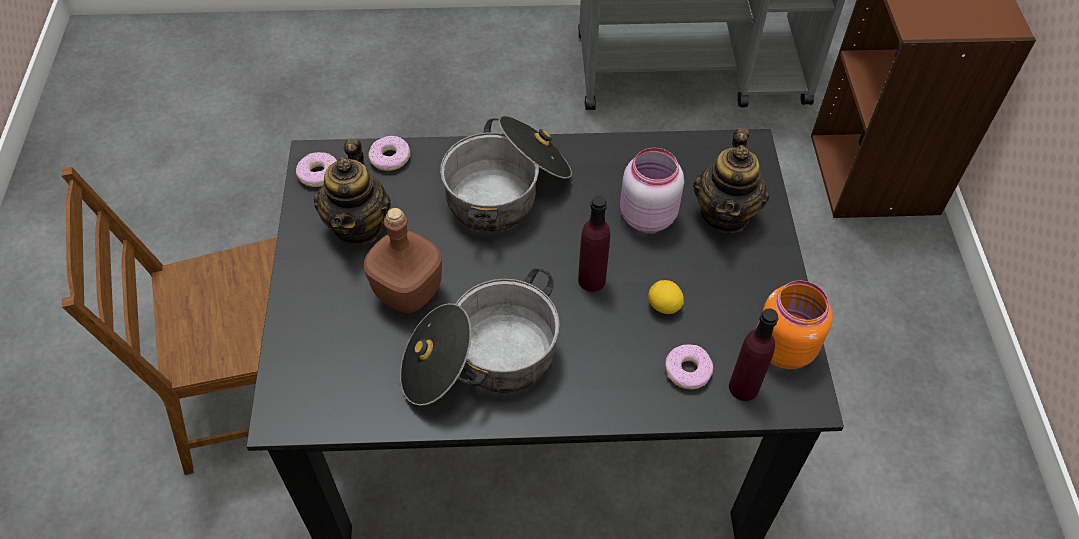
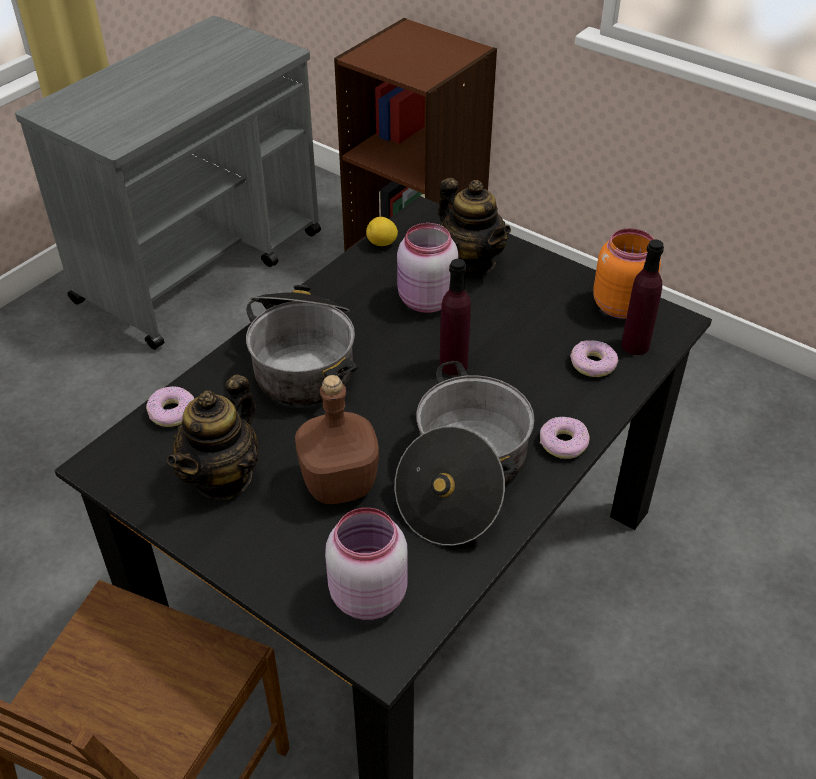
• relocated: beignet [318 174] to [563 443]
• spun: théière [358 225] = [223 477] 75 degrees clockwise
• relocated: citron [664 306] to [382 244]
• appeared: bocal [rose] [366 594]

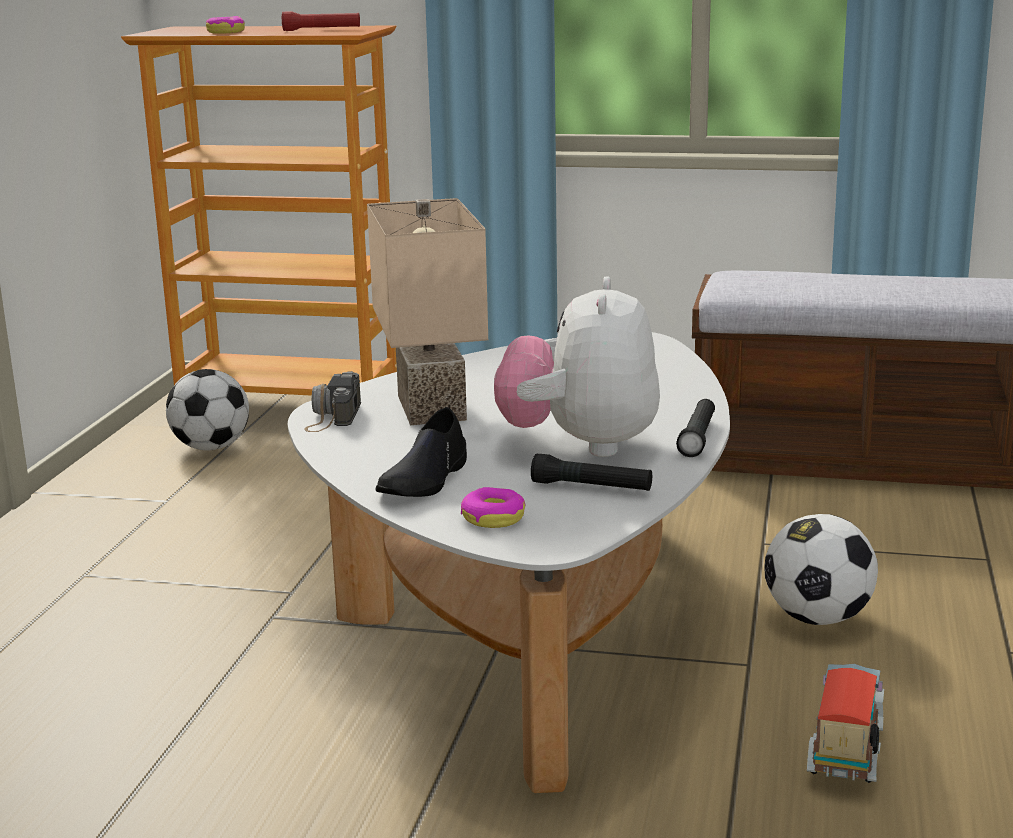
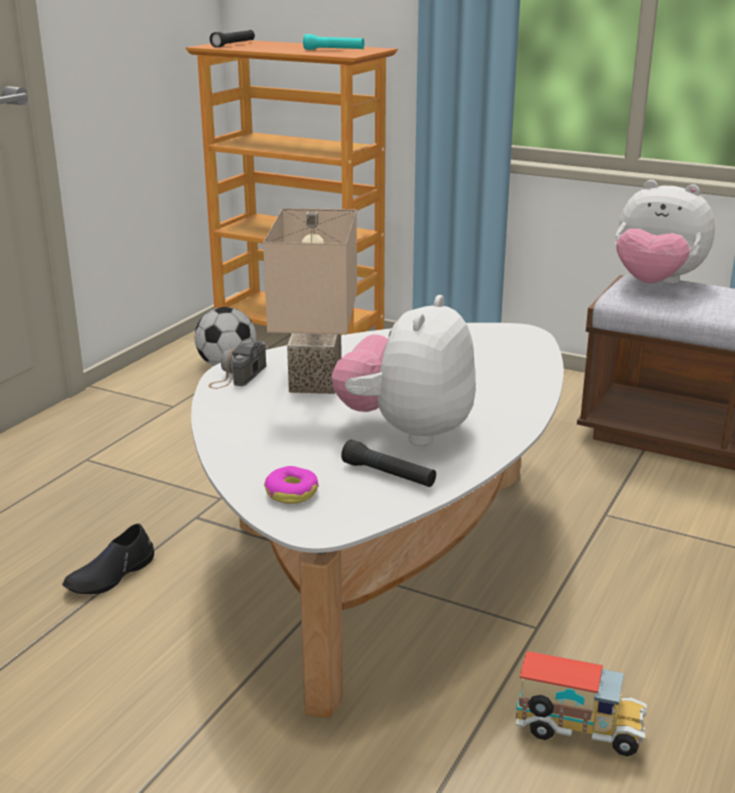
• missing: beignet [226 32]
• colour: lampe de poche [rouge] [321 30] to lampe de poche [turquoise] [334 50]
• relocated: chaussure [noir] [424 480] to [111 575]
• relocated: lampe de poche [noir] [697 438] to [233 45]
• missing: ballon de foot [818 618]
• spun: camion jouet [847 754] = [578 732] 75 degrees clockwise
• appeared: peluche [655 284]

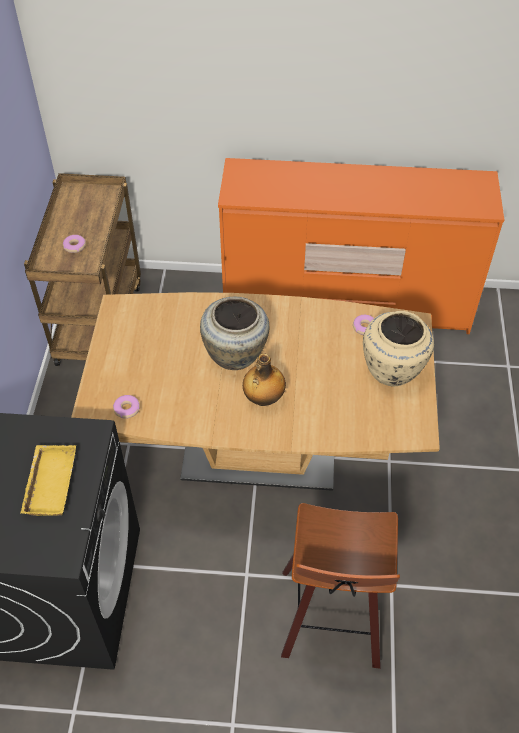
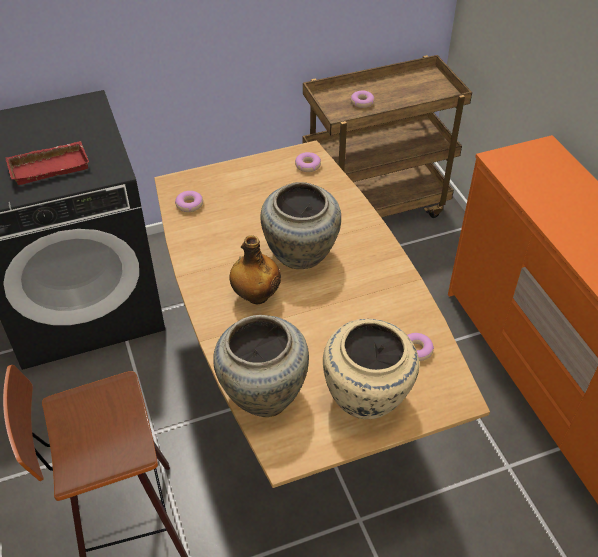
• colour: plateau [jaune] [49 483] to plateau [rouge] [50 166]
• appeared: vase [beige] [262 393]
• appeared: beignet [307 165]

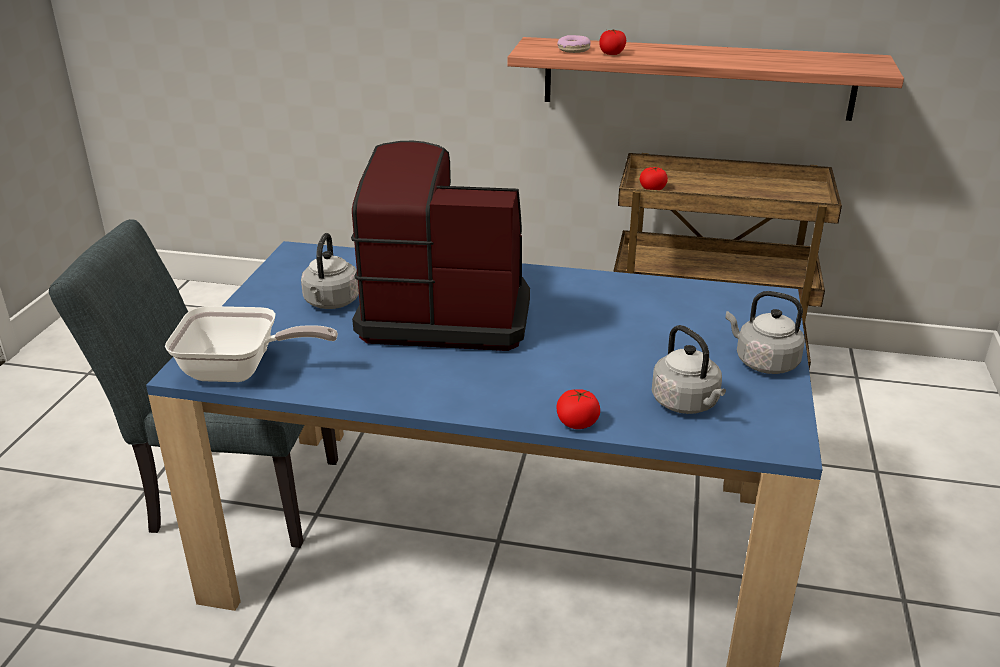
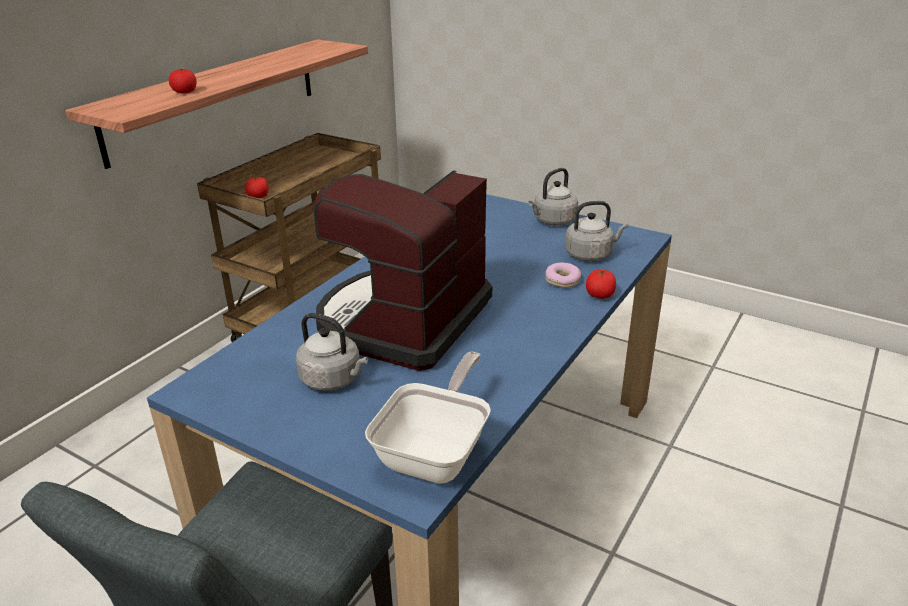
• relocated: beignet [573 50] to [562 281]

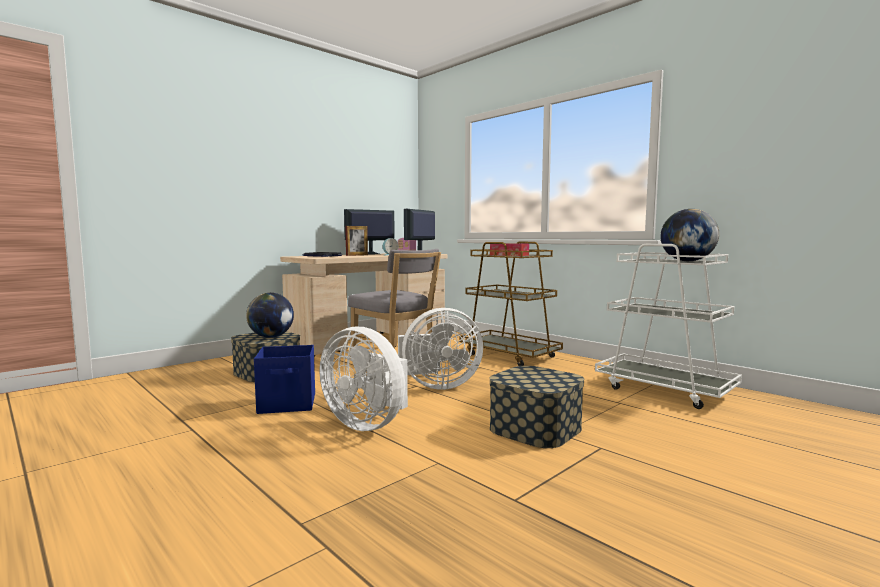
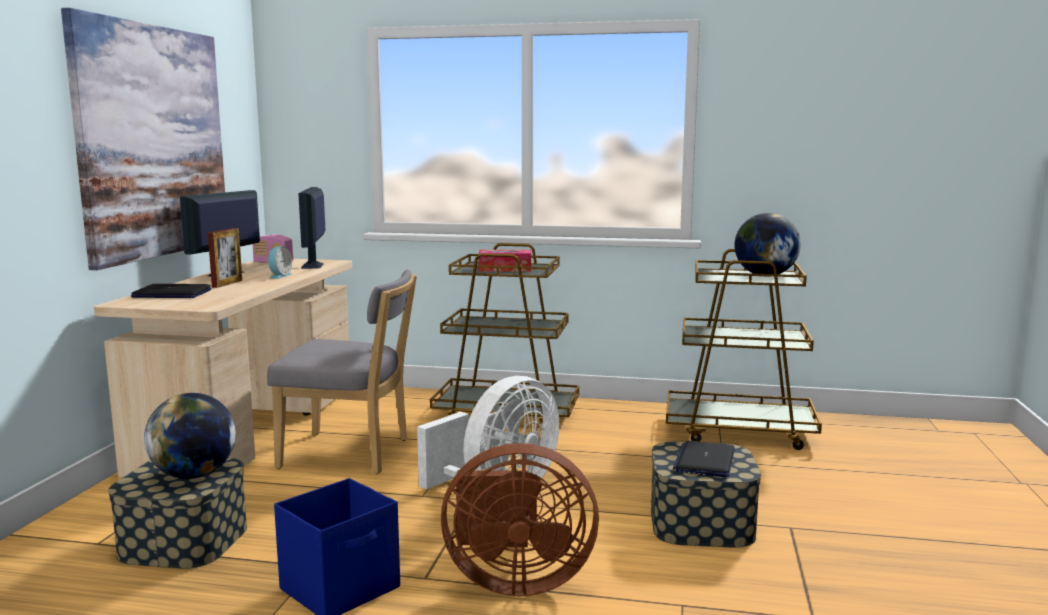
• colour: ventilateur [blanc] [368 423] to ventilateur [marron] [514 580]
• colour: chariot [blanc] [664 390] to chariot [marron] [739 431]
• appeared: tableau [153 142]
• appeared: ordinateur portable [704 460]

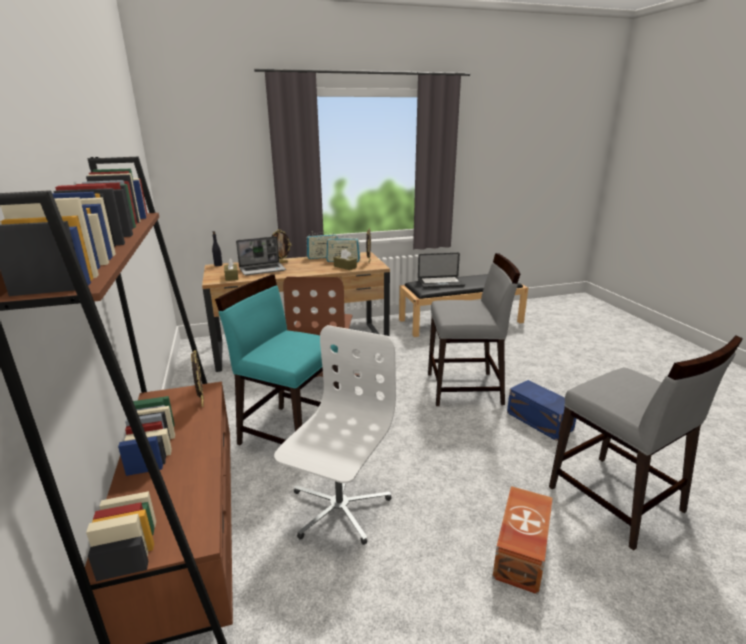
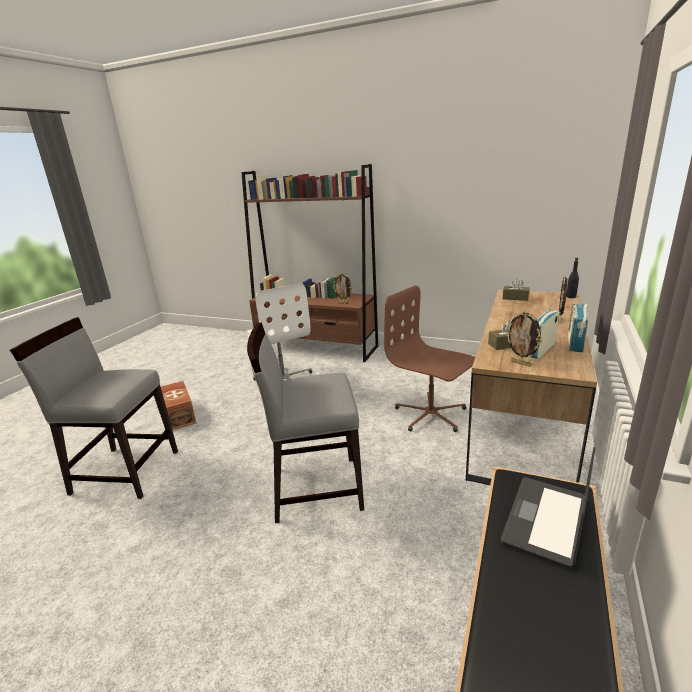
• missing: chaise [turquoise] [290 433]
• missing: ordinateur portable [263 270]
• spun: chaise [gris] [465 389] = [315 487] 45 degrees clockwise
• missing: boîte de rangement [bleu] [539 421]

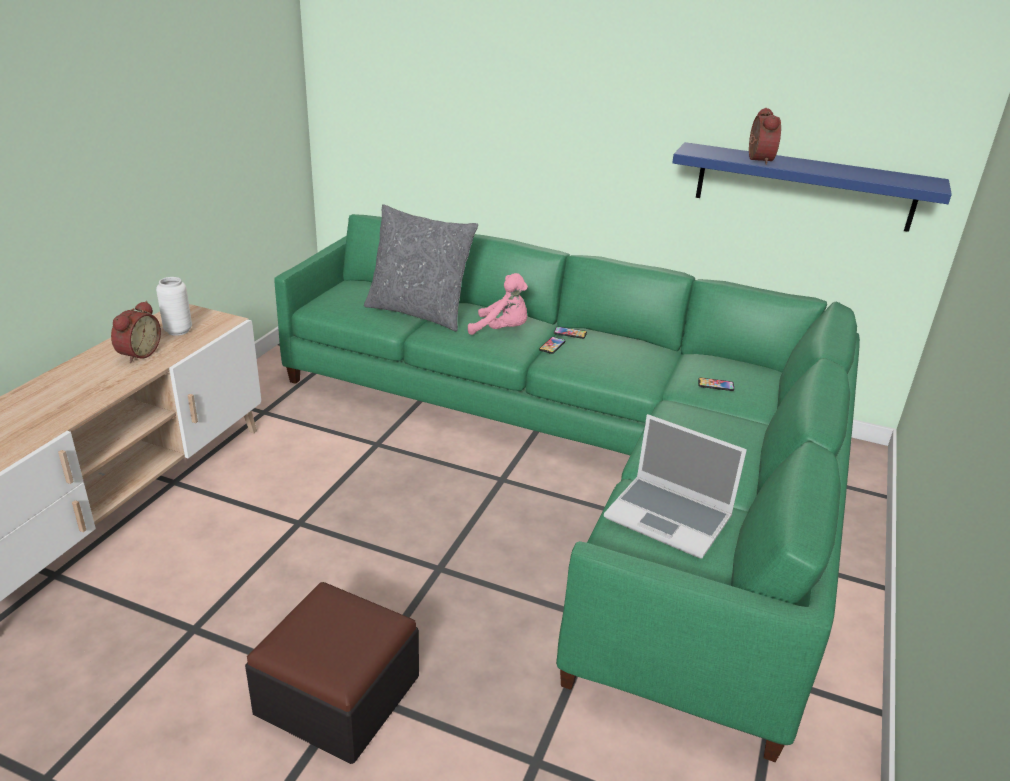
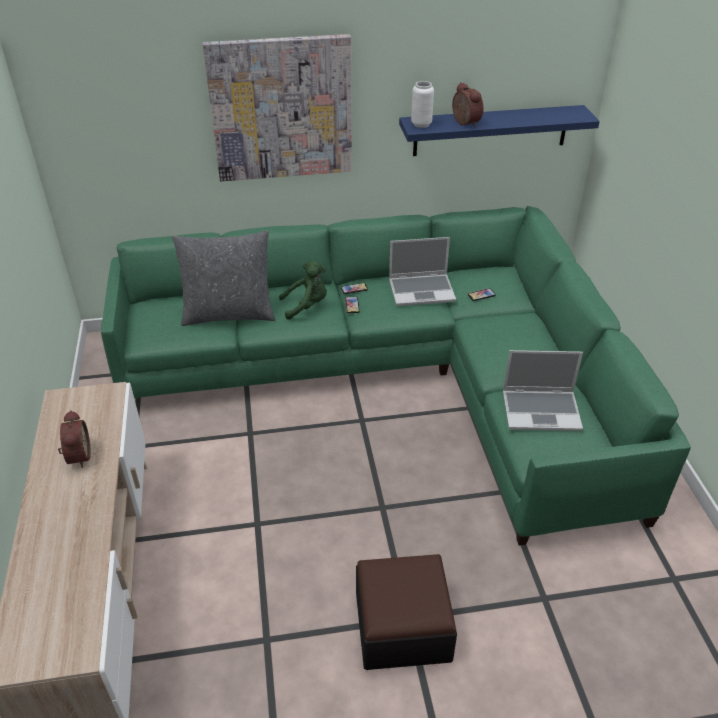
• relocated: vase [blanc] [178 331] to [421 124]
• colour: peluche [rose] [502 330] to peluche [vert] [306 306]
• appeared: tableau [281 109]
• appeared: ordinateur portable [422 290]

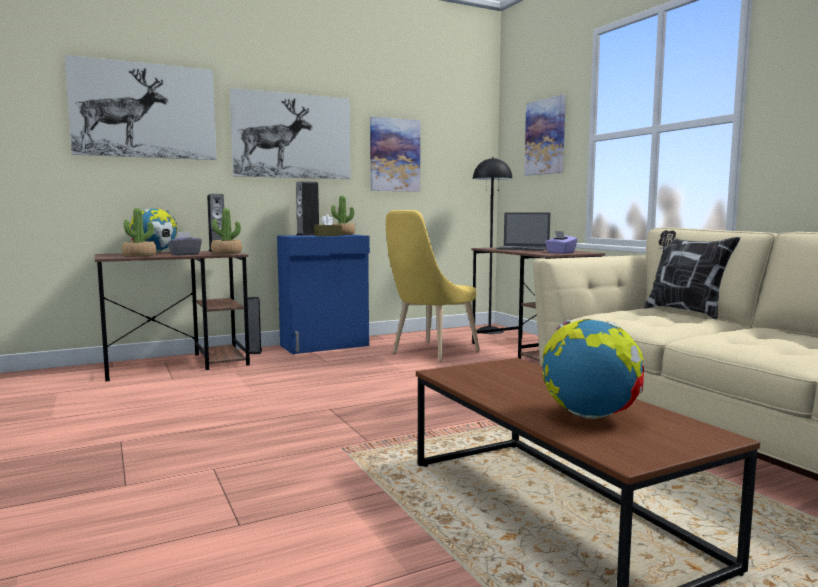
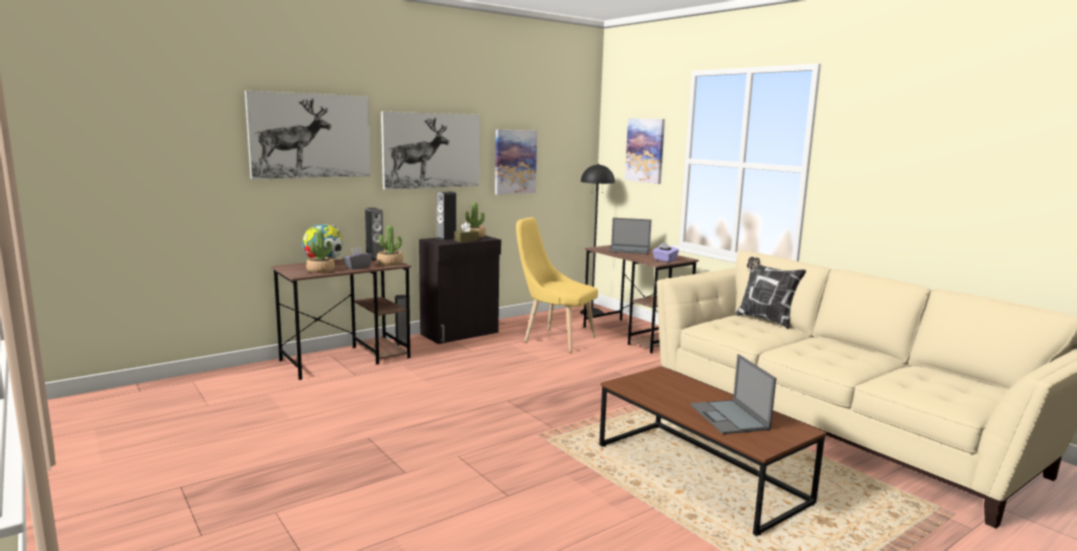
• colour: meuble de rangement [bleu] [325 346] to meuble de rangement [noir] [460 333]
• spun: chaise [jaune] [431 353] = [555 339] 90 degrees clockwise
• exchanged: globe [590 415] to ordinateur portable [730 417]

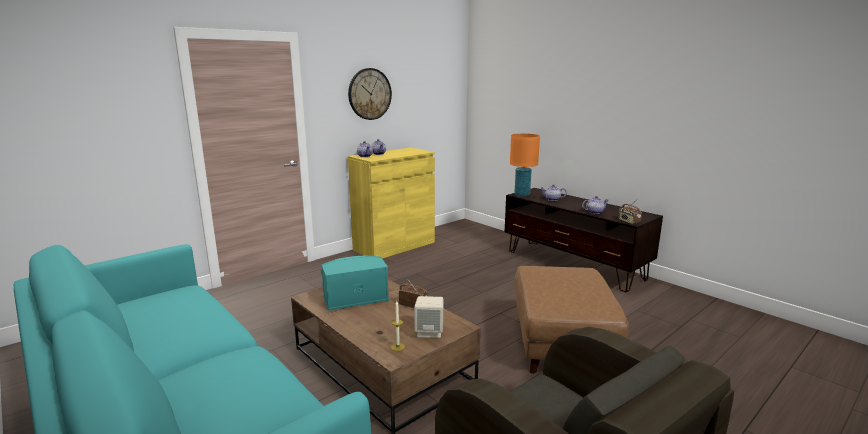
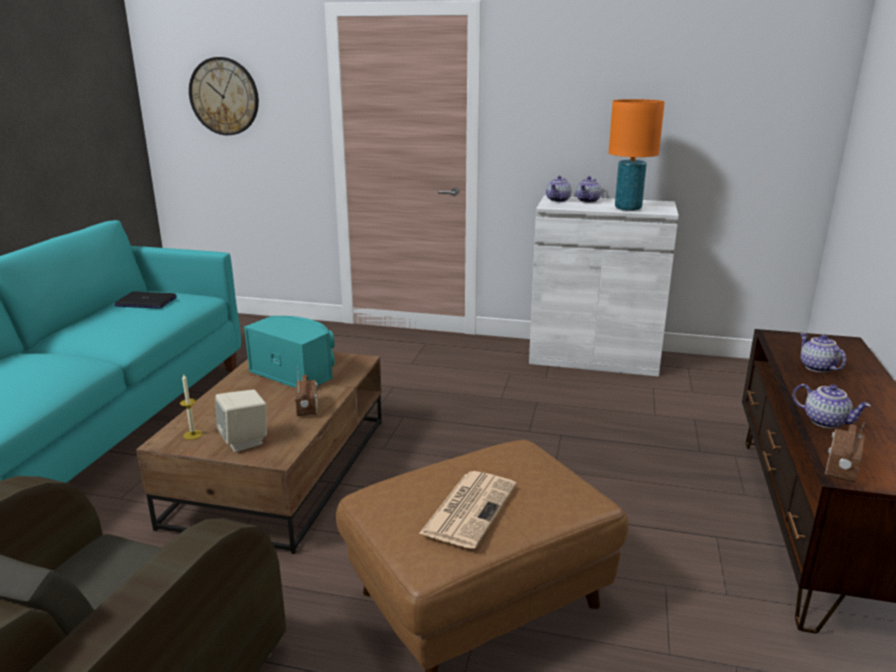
• relocated: horloge murale [369 94] to [224 96]
• colour: meuble de rangement [jaune] [394 246] to meuble de rangement [blanc] [594 357]
• relocated: lampe de table [orange] [522 194] to [627 208]
• appeared: ordinateur portable [145 302]
• appeared: journal [469 508]

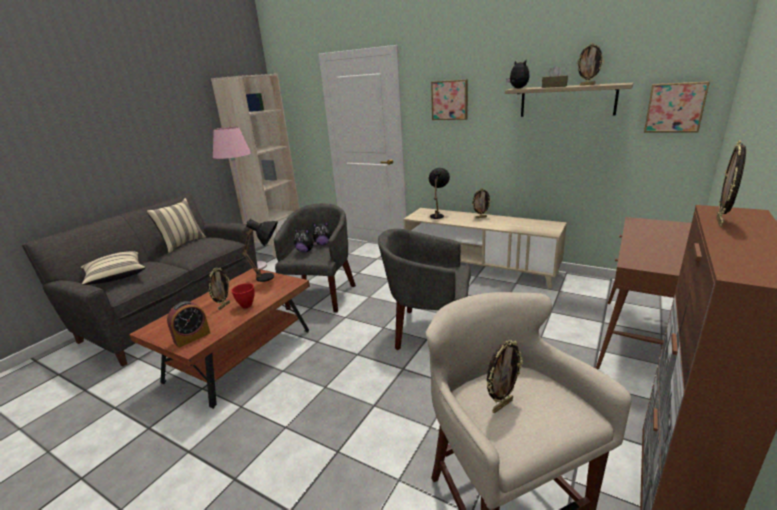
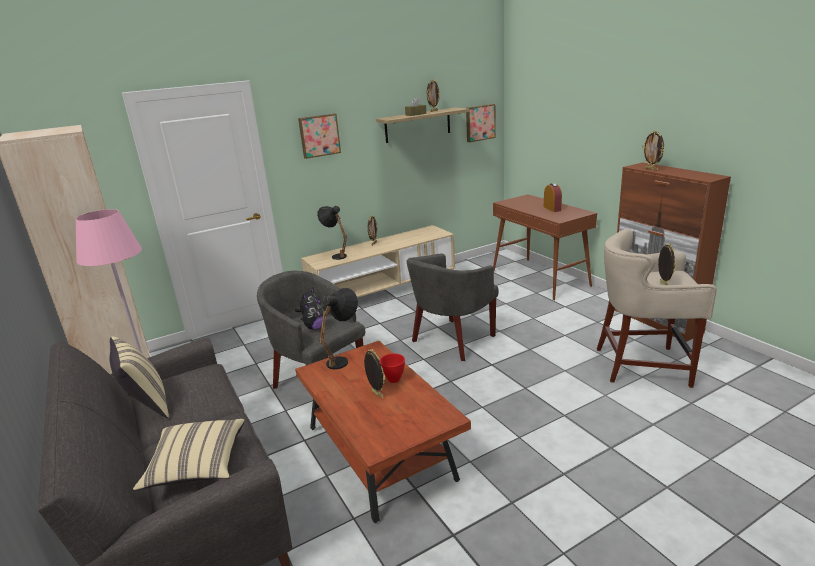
• relocated: réveil [192 337] to [552 208]
• missing: peluche [517 88]

